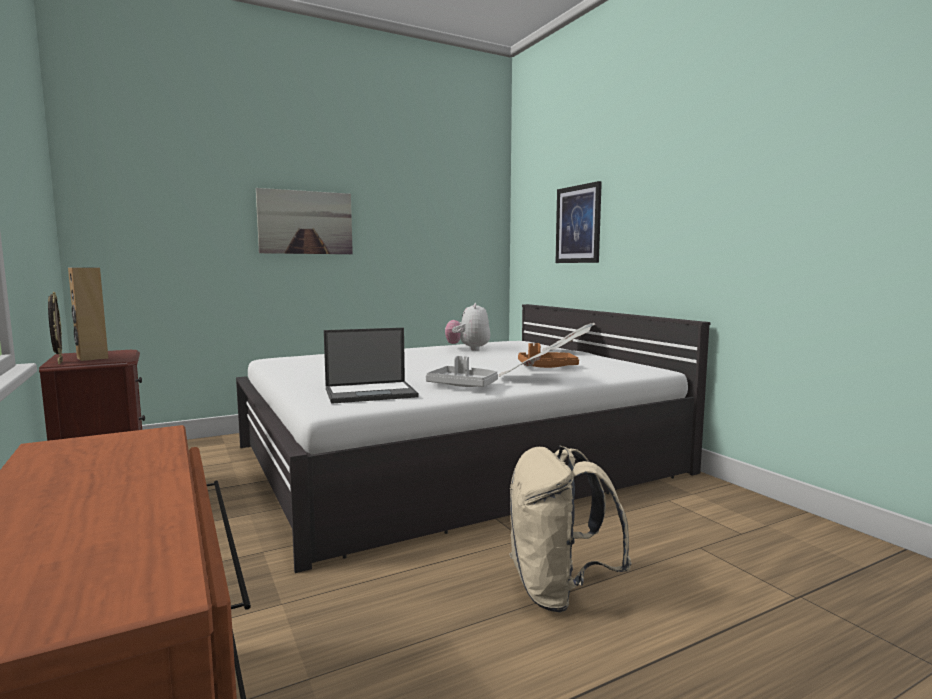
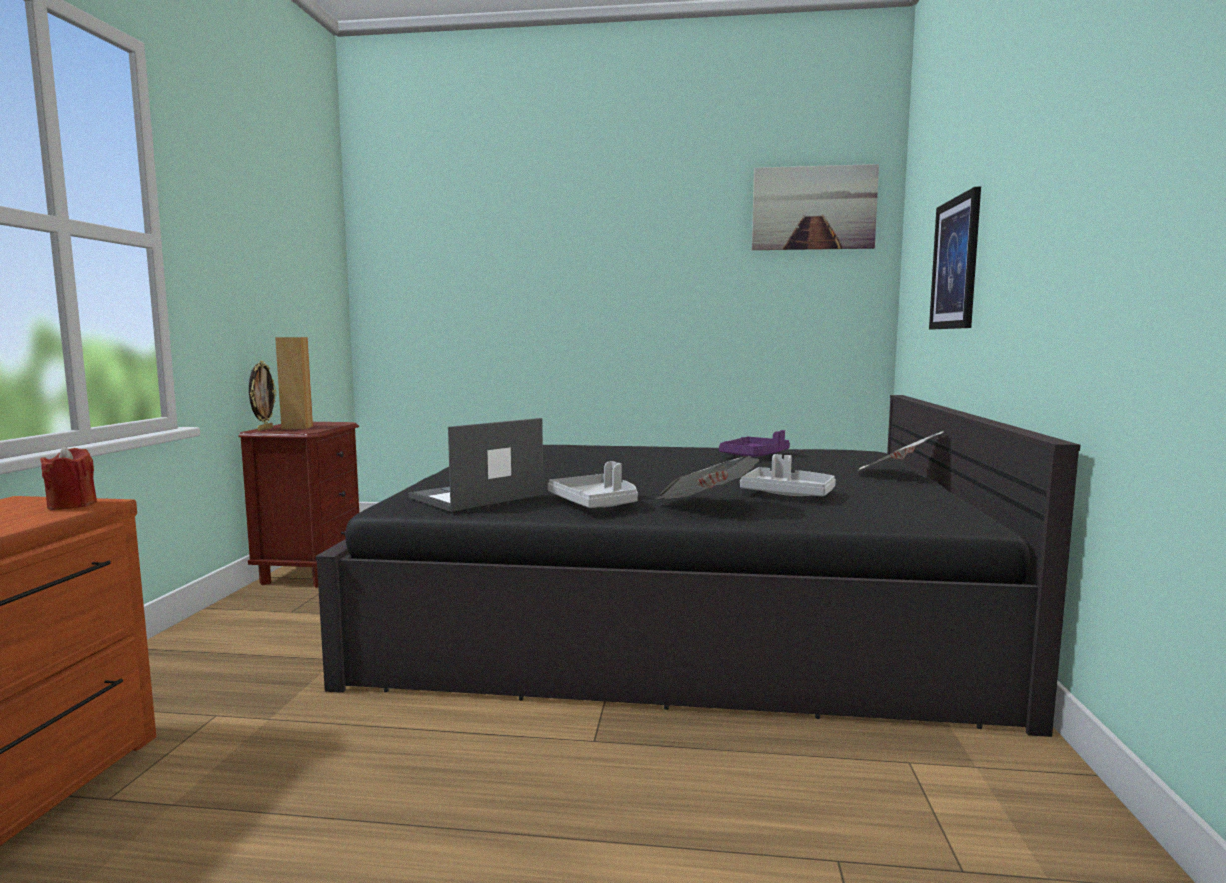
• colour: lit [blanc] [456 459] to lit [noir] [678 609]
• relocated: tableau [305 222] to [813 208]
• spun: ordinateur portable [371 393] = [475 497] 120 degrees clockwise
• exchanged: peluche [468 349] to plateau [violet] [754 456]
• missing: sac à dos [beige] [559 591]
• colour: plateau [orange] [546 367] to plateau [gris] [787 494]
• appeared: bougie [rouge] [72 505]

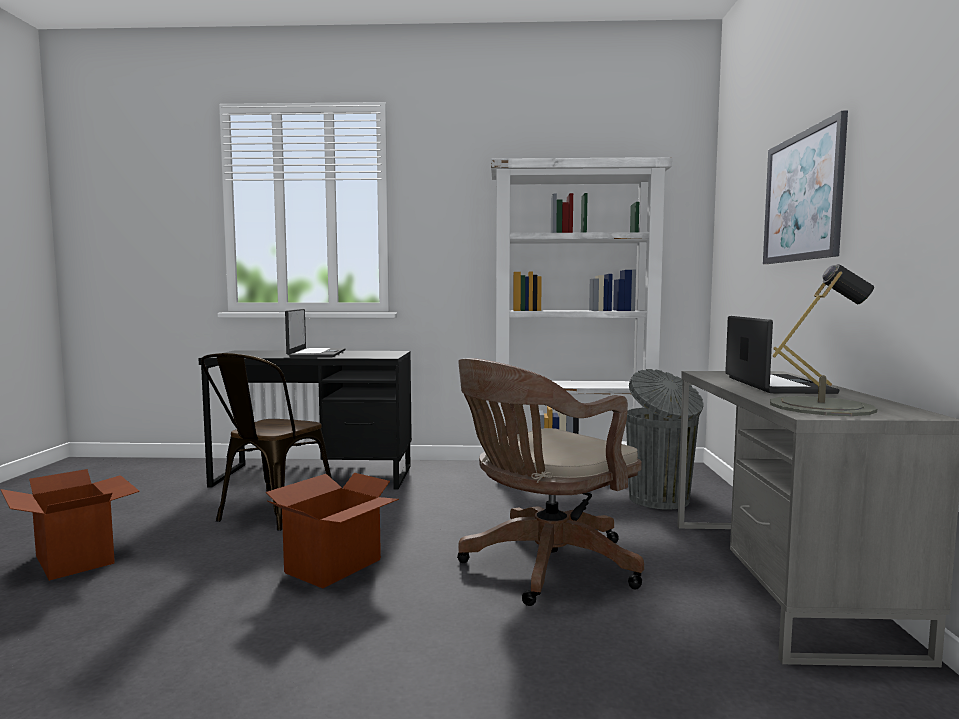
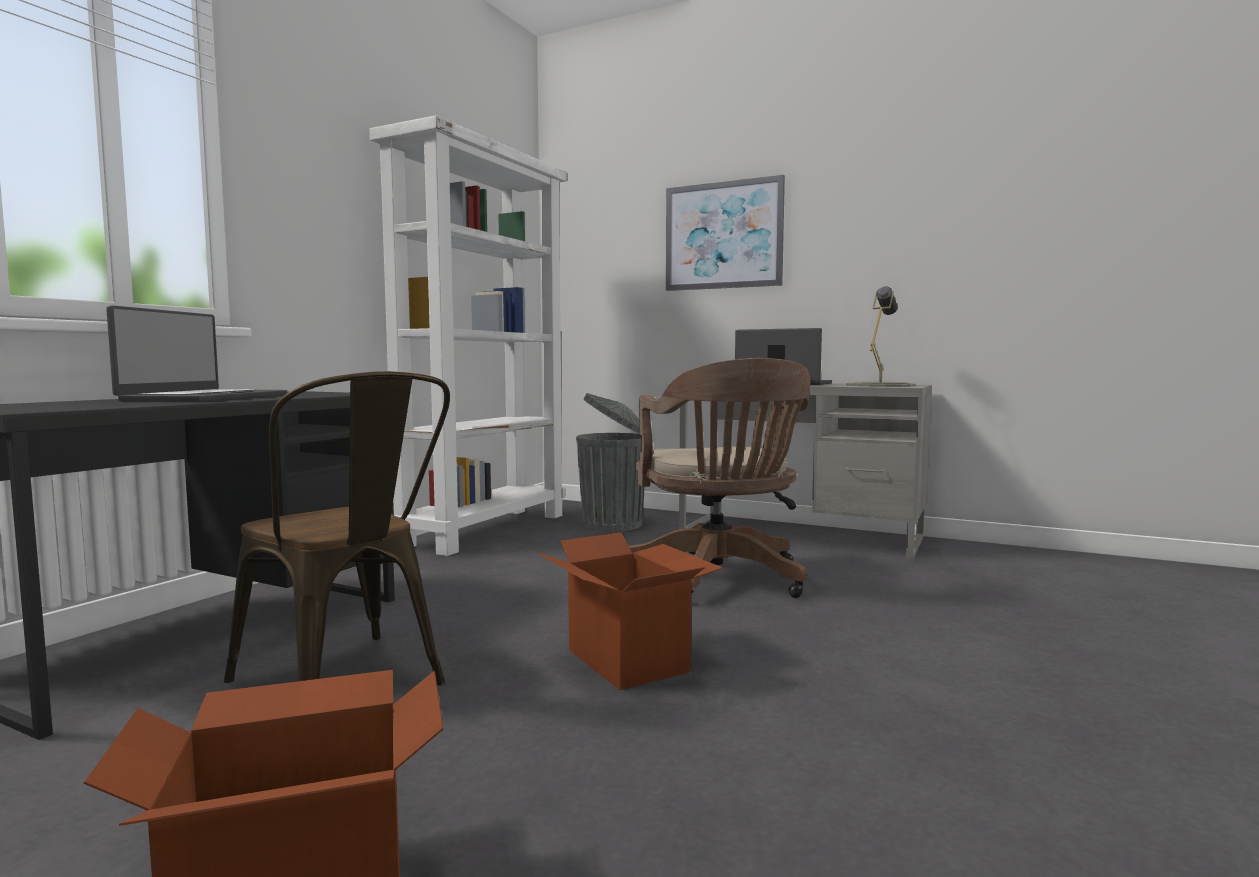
• spun: ordinateur portable [316 354] = [205 398] 75 degrees clockwise

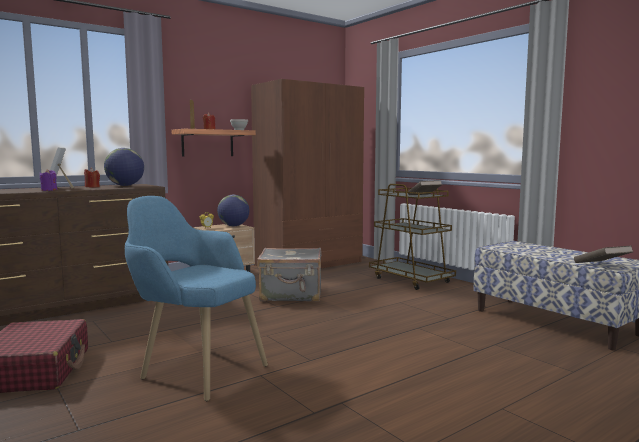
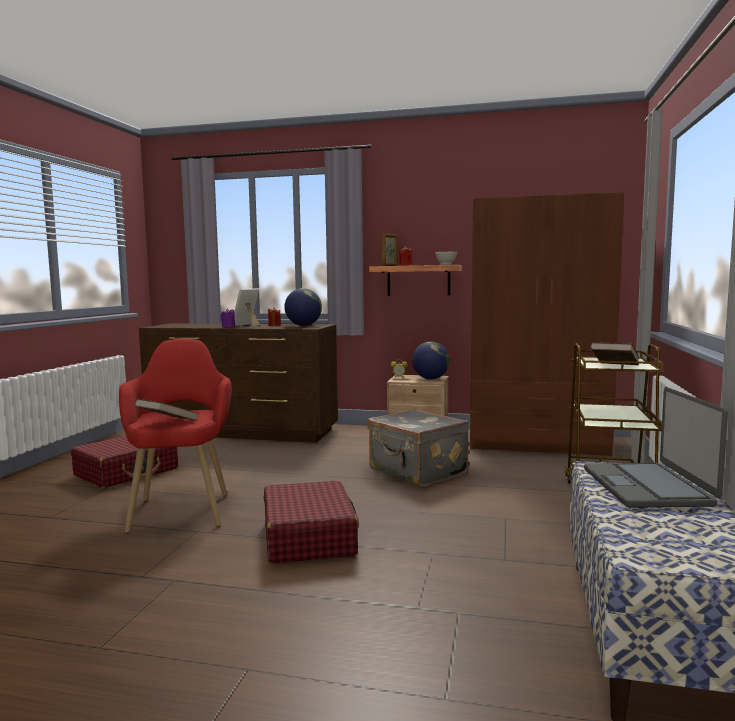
• colour: fauteuil [bleu] [194 368] to fauteuil [rouge] [182 507]
• relocated: livre [marron] [601 265] to [167 423]
• appeared: valise [rouge] [309 537]
• appeared: ordinateur portable [648 487]

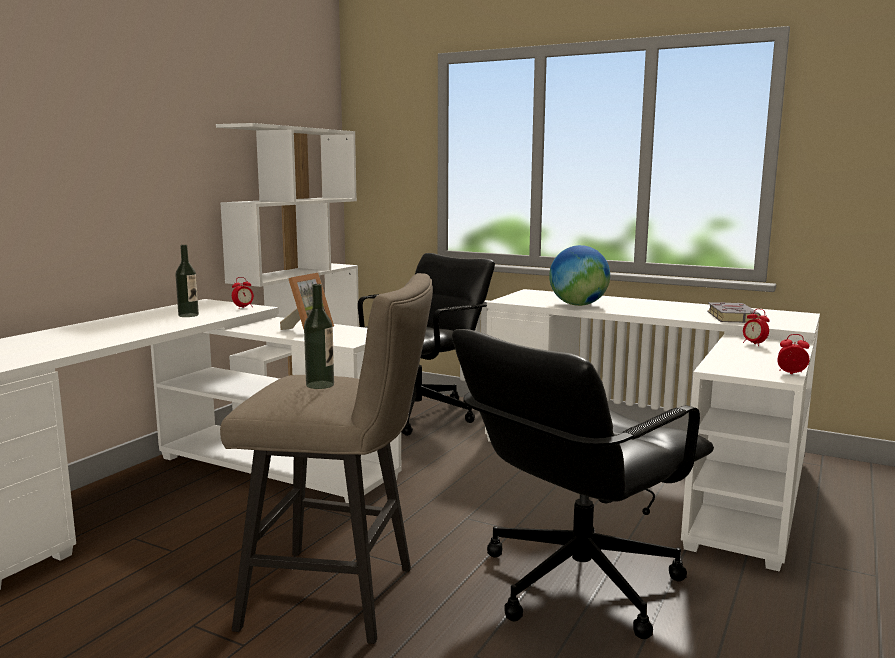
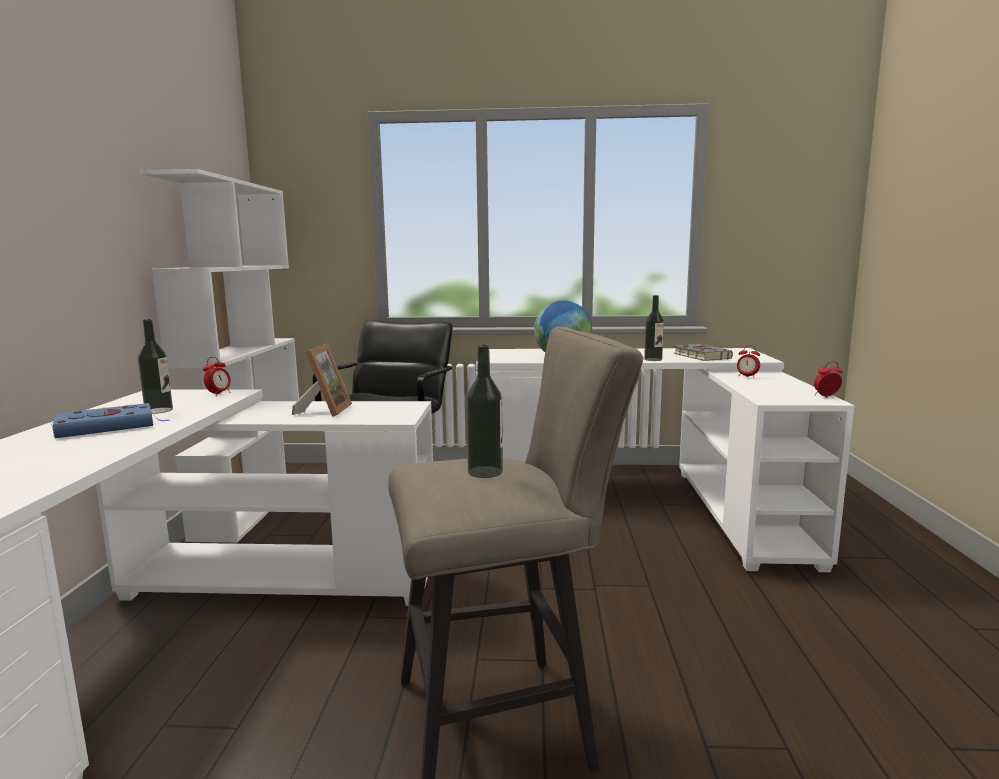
• missing: chaise de bureau [noir] [576 582]
• appeared: livre [bleu] [109 426]
• appeared: bouteille [653 359]

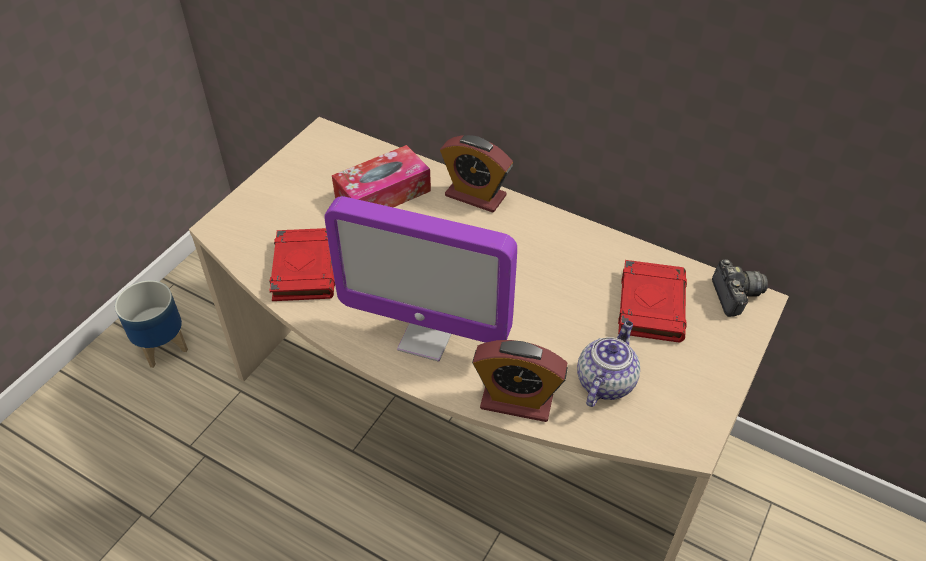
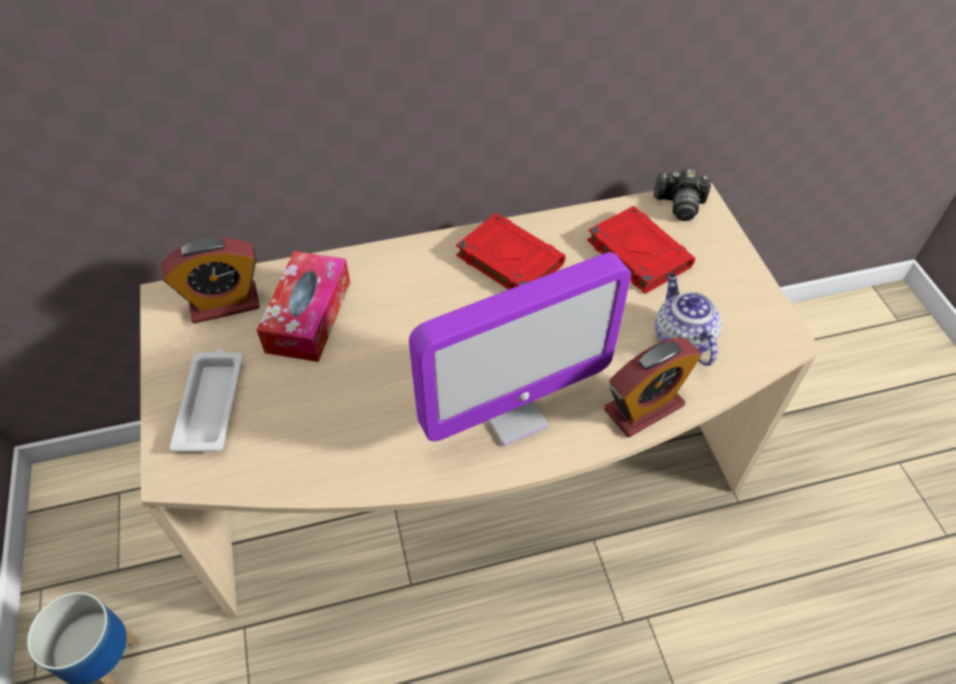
• relocated: livre [rouge] [305 268] to [508 260]
• relocated: réveil [475 196] to [224 303]
• spun: appareil photo [734 295] = [680 205] 150 degrees clockwise
• appeared: plateau [blanc] [211 403]

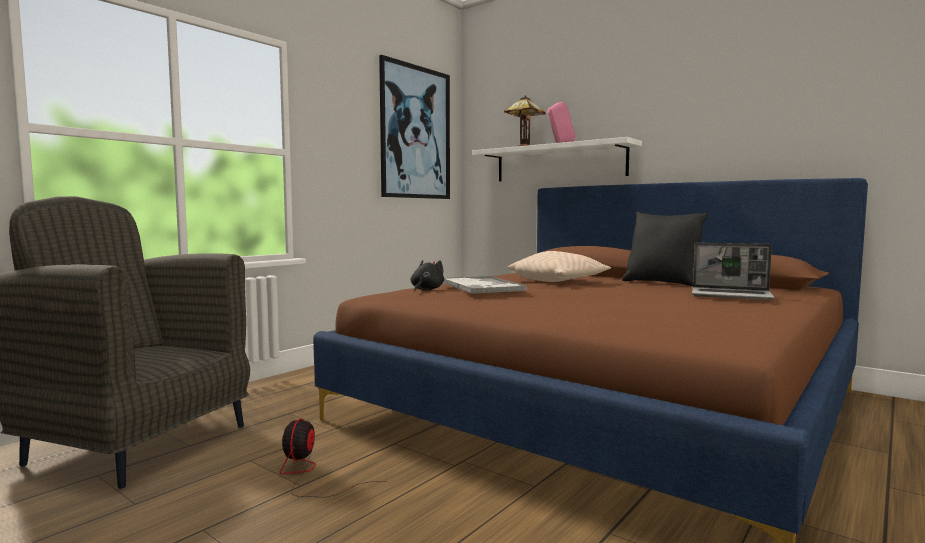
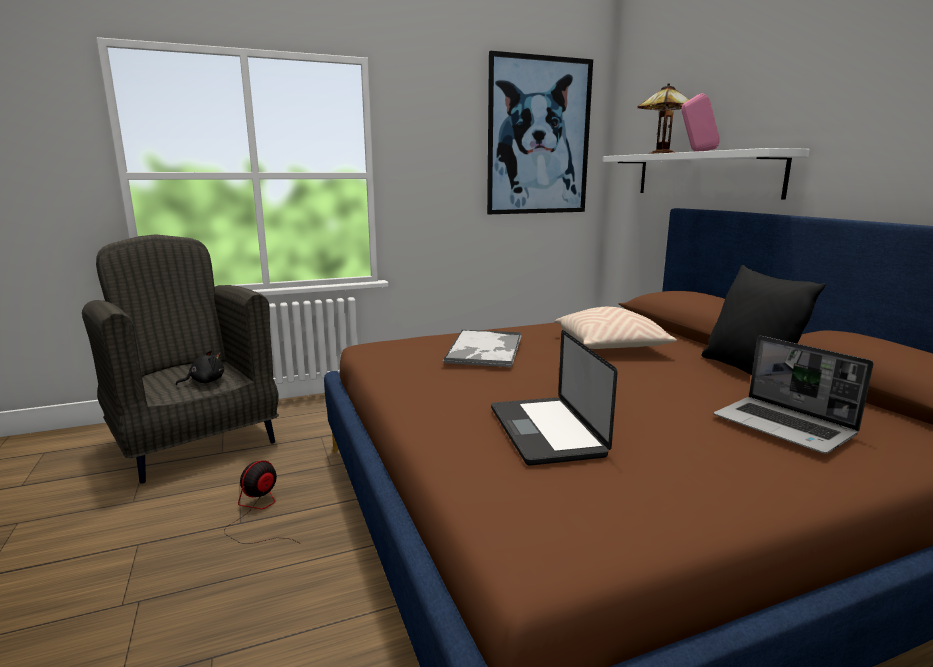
• relocated: peluche [noir] [426 289] to [205 381]
• appeared: ordinateur portable [545 431]

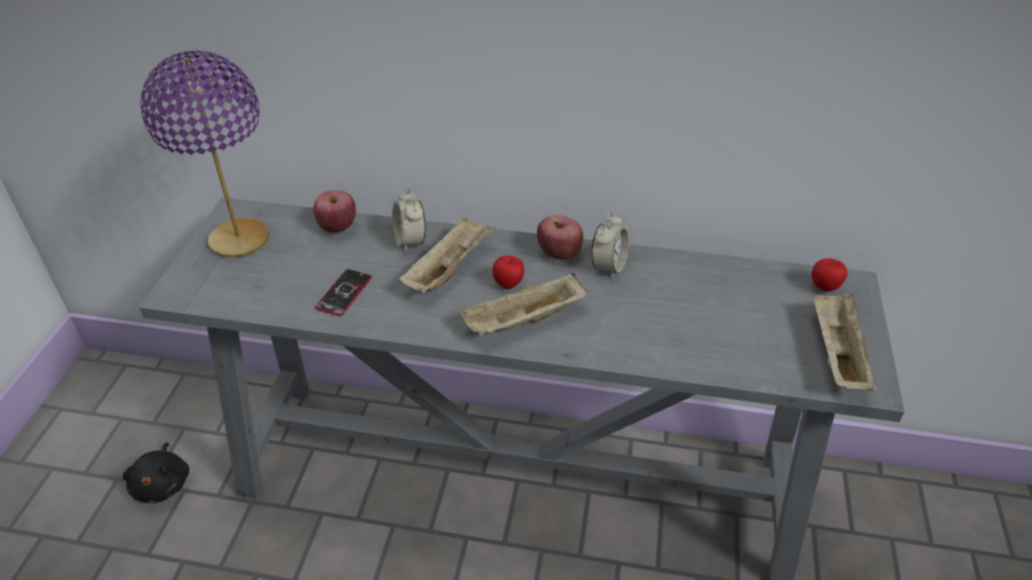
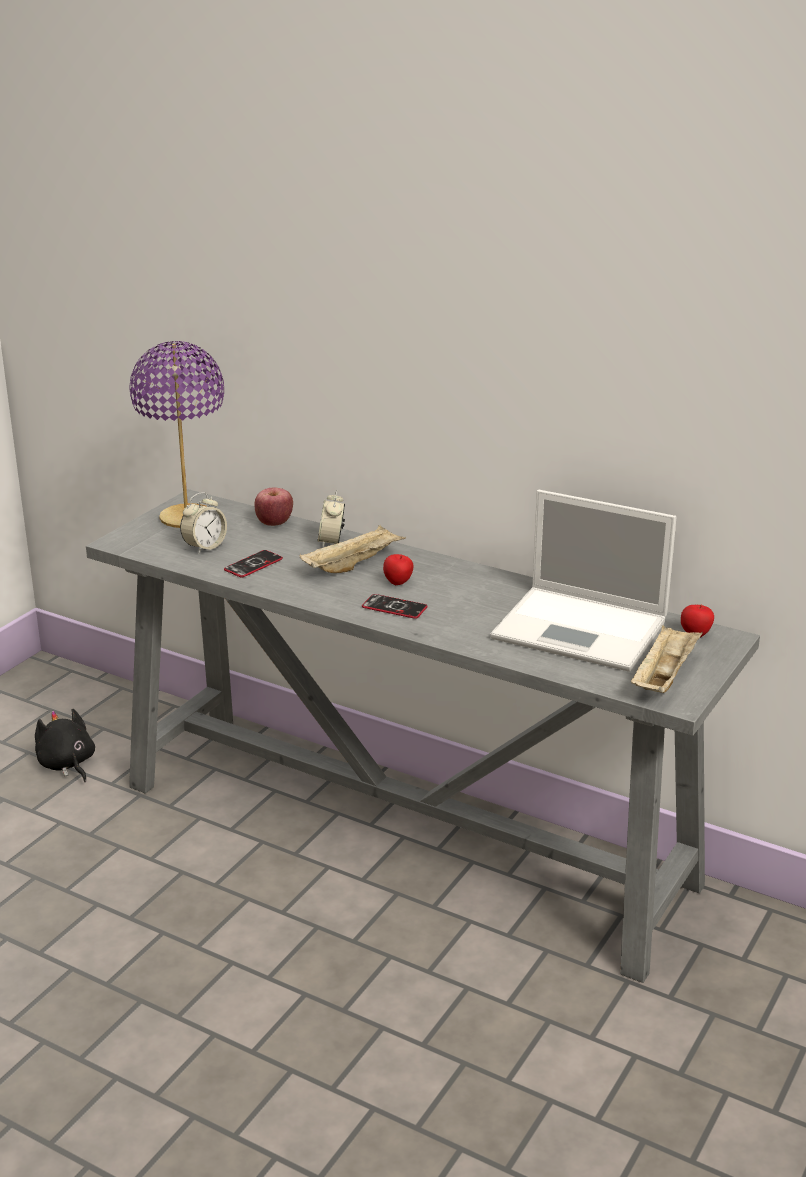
• spun: peluche [noir] [163 484] = [67 764] 135 degrees clockwise
• exchanged: plateau [beige] [524 321] to téléphone [394 607]
• missing: pomme [559 253]
• relocated: réveil [608 266] to [204 547]
• appeared: ordinateur portable [583 629]

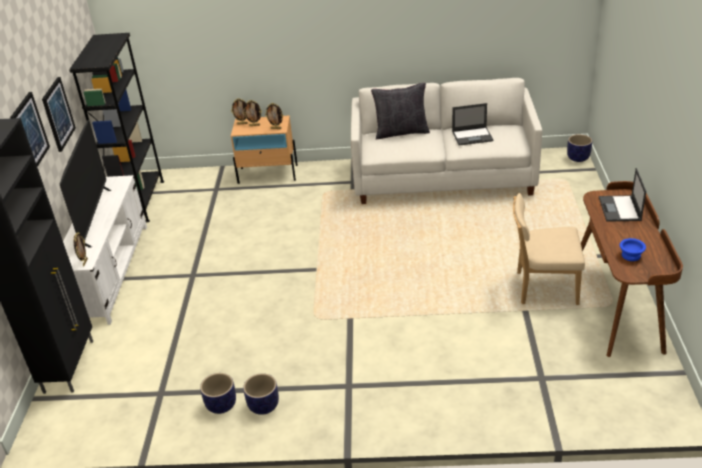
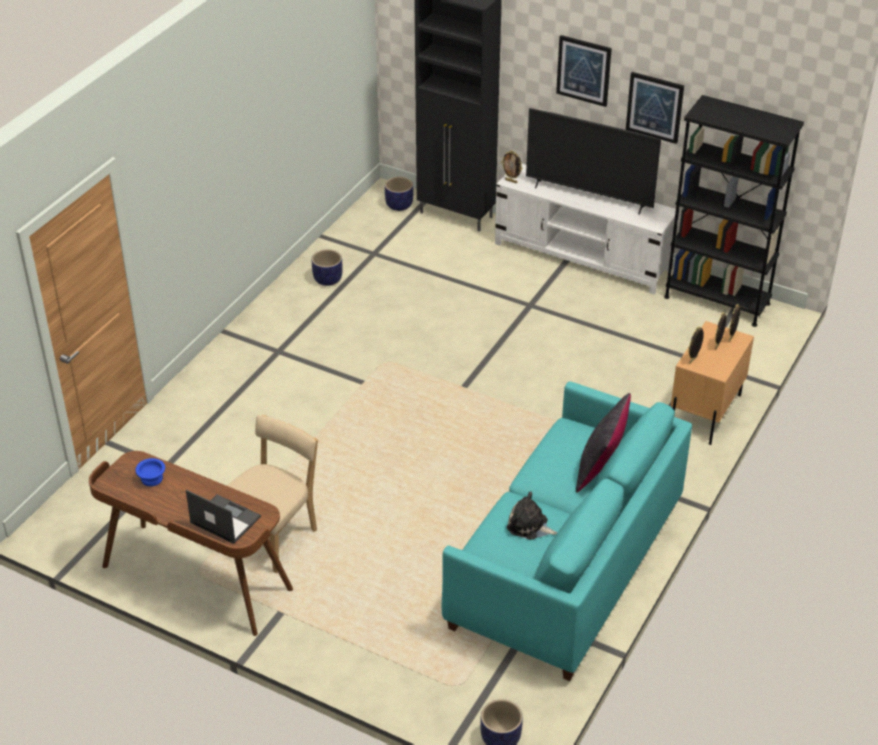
• relocated: cache-pot [263 406] to [399 205]
• colour: canapé [blanc] [442 177] to canapé [turquoise] [566 565]
• exchanged: ordinateur portable [473 136] to peluche [529 526]

